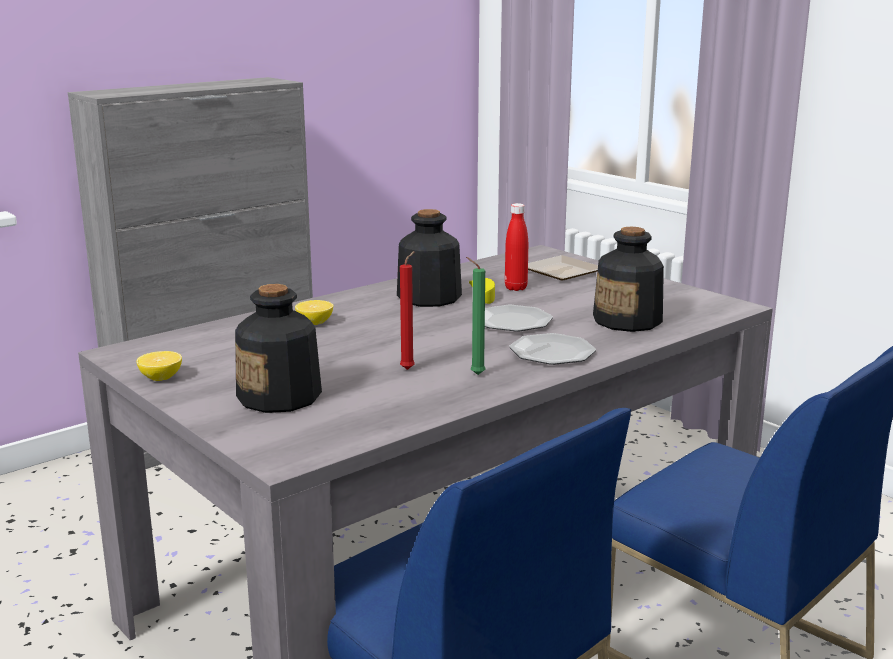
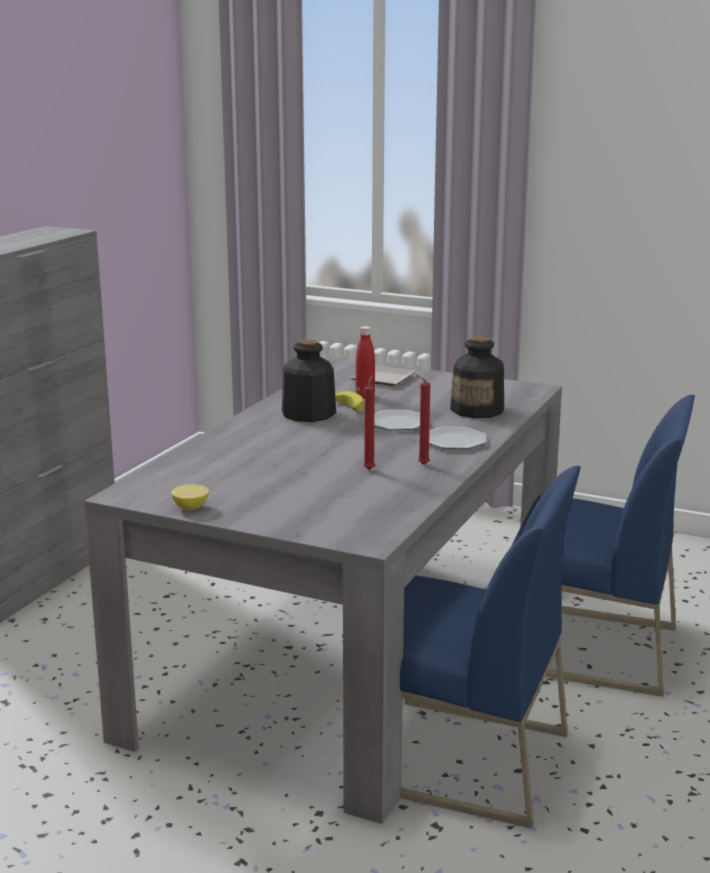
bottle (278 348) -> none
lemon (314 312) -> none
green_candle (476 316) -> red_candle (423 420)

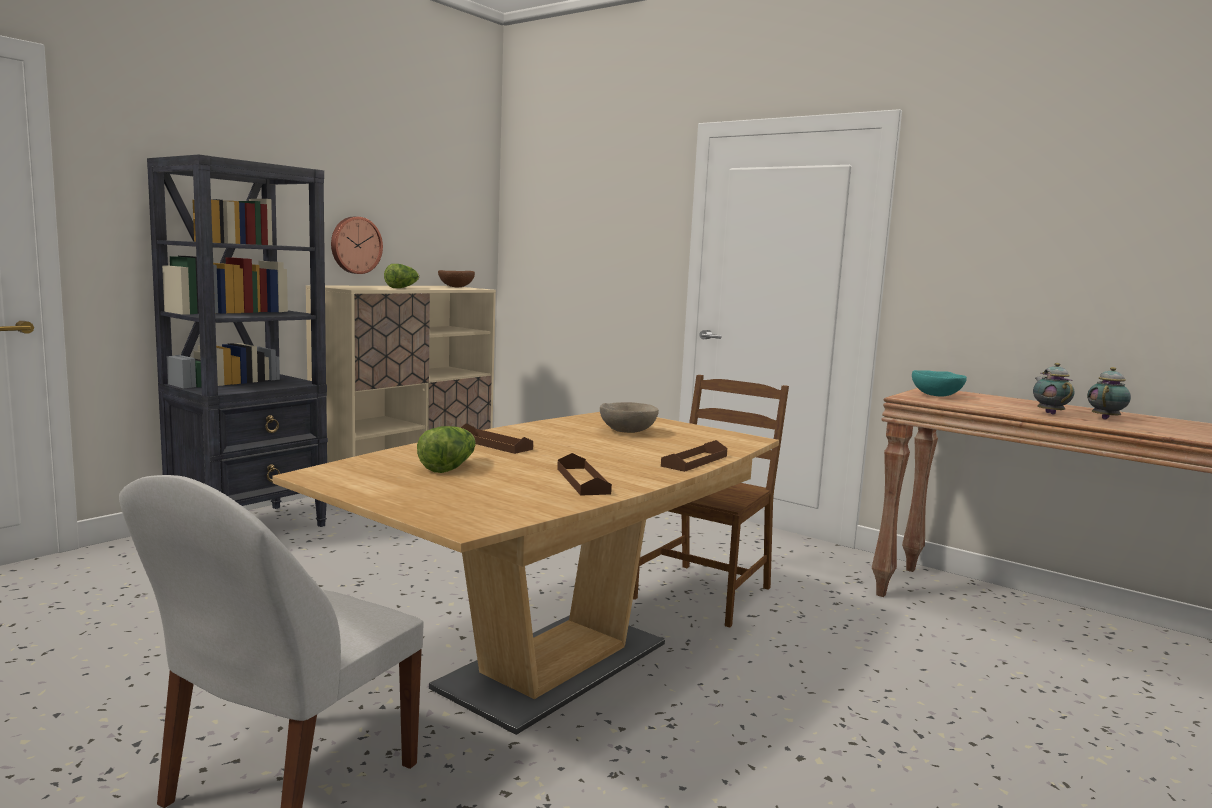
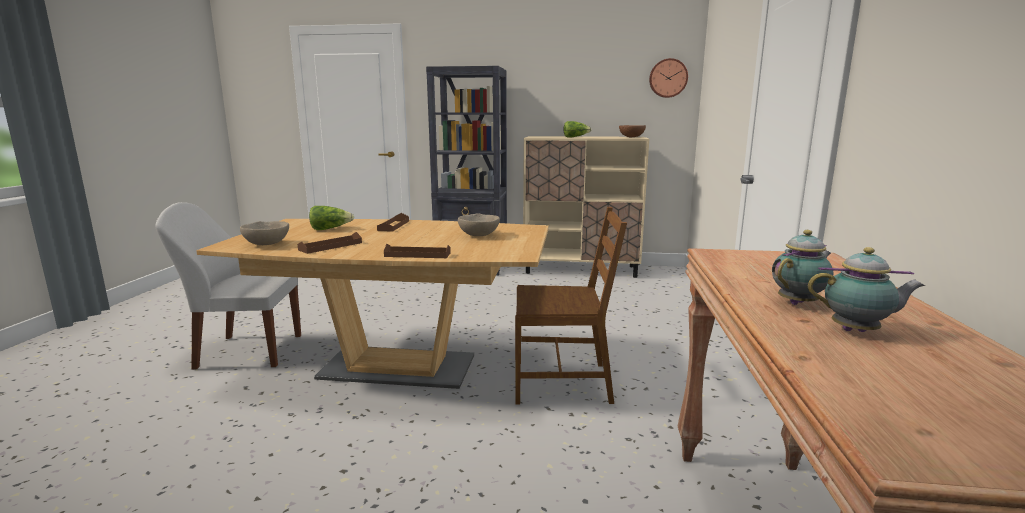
turquoise_bowl (939 383) -> none
none -> beige_bowl (264 233)
wall_clock (357 245) -> wall_clock (668 78), moved

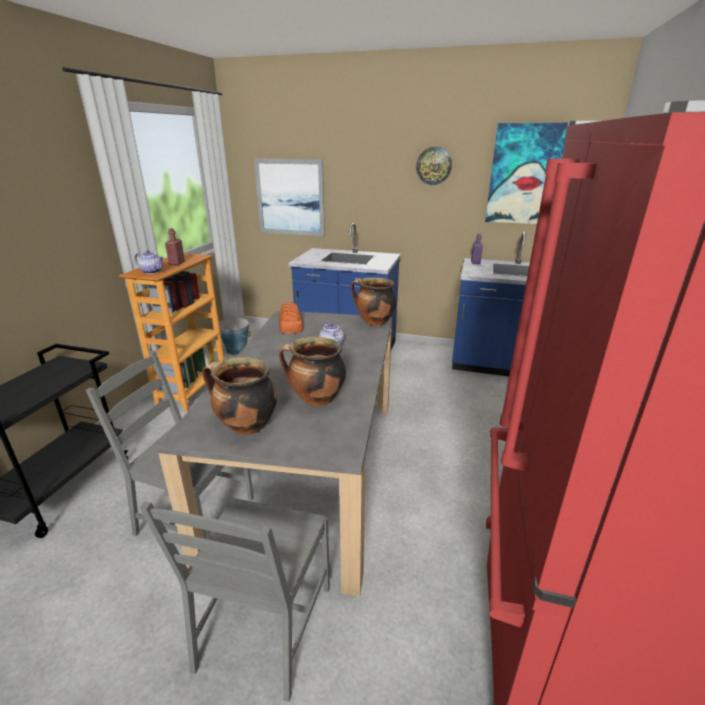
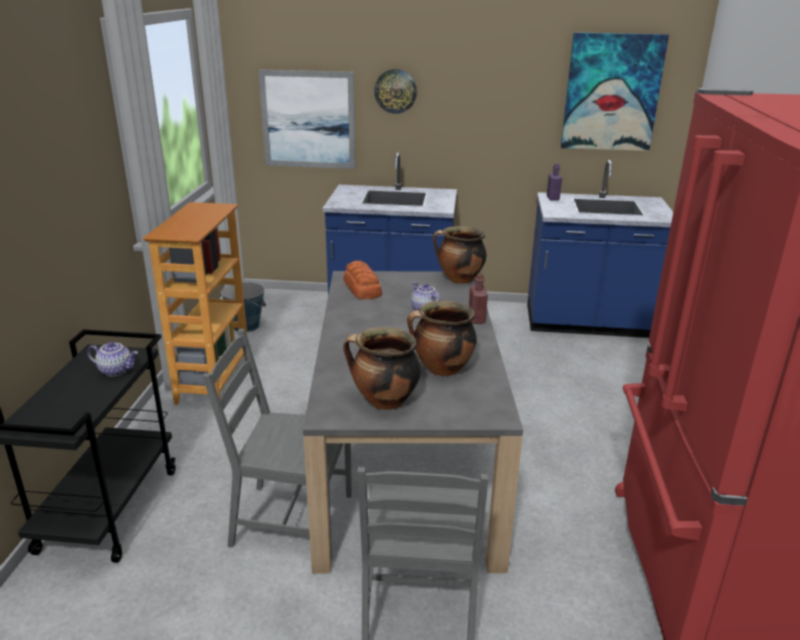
teapot (149 262) -> teapot (112 359), moved
red_bottle (175 246) -> red_bottle (478 298), moved
wall_clock (434 166) -> wall_clock (395 91), moved

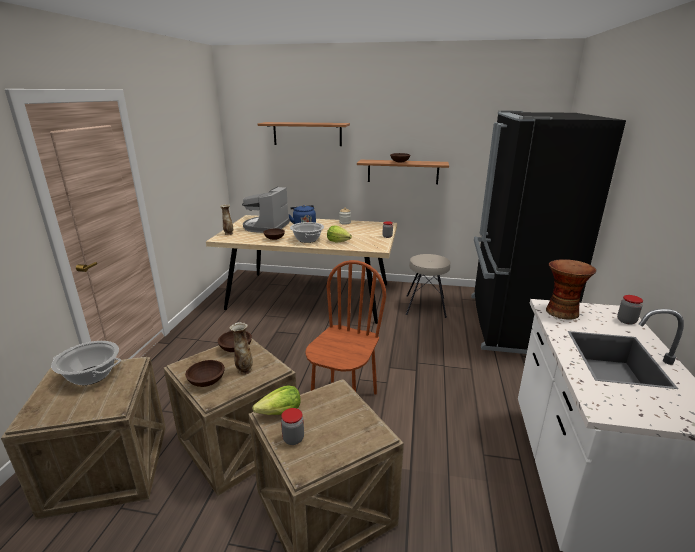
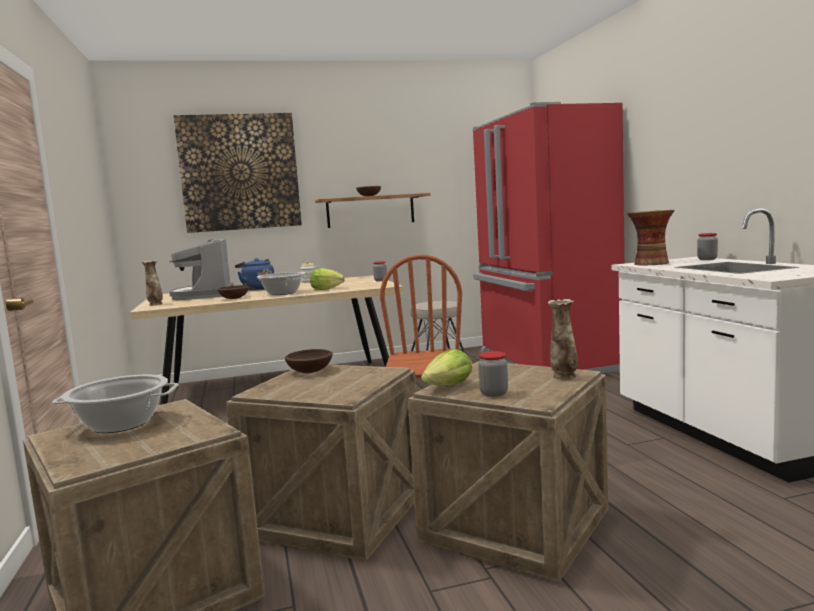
brown_bowl (205 373) -> none
vase (241 348) -> vase (563 339), moved
shelf (303 134) -> picture (237 173)
black_fridge (548 232) -> red_fridge (548 237)

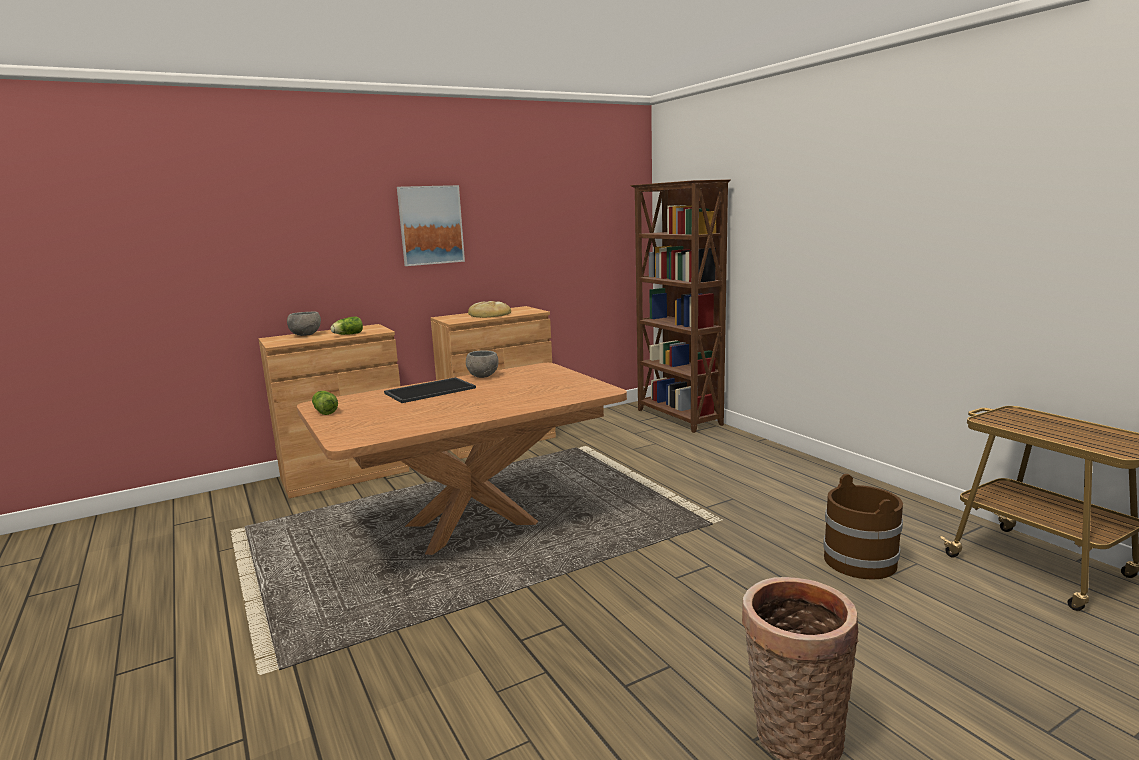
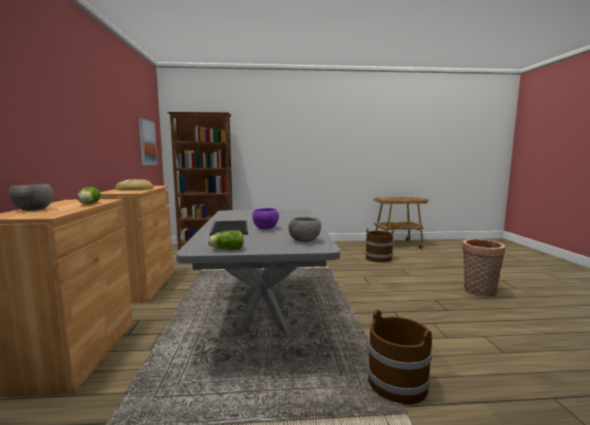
none -> purple_bowl (265 219)
none -> brown_bucket (399 357)
picture (431 225) -> picture (147 141), moved
grey_bowl (482 364) -> grey_bowl (304 229), moved
brown_dining_table (462 459) -> grey_dining_table (258 273)

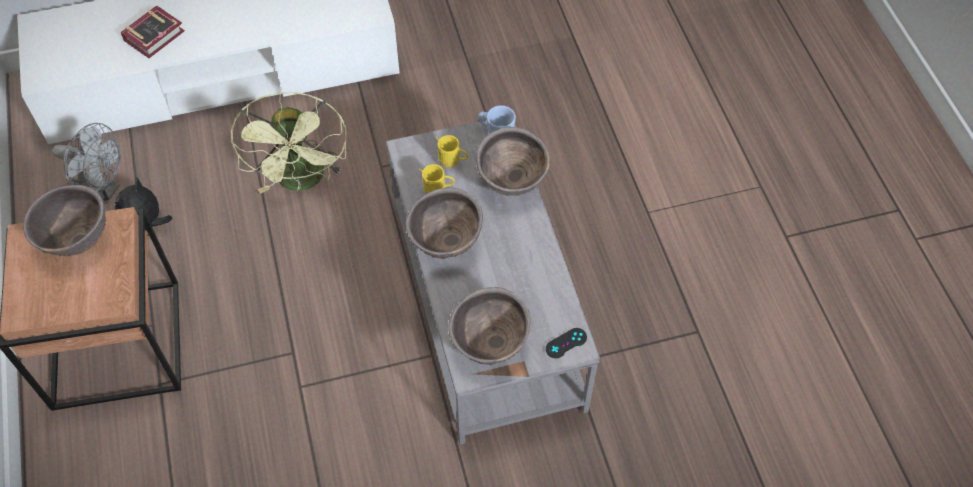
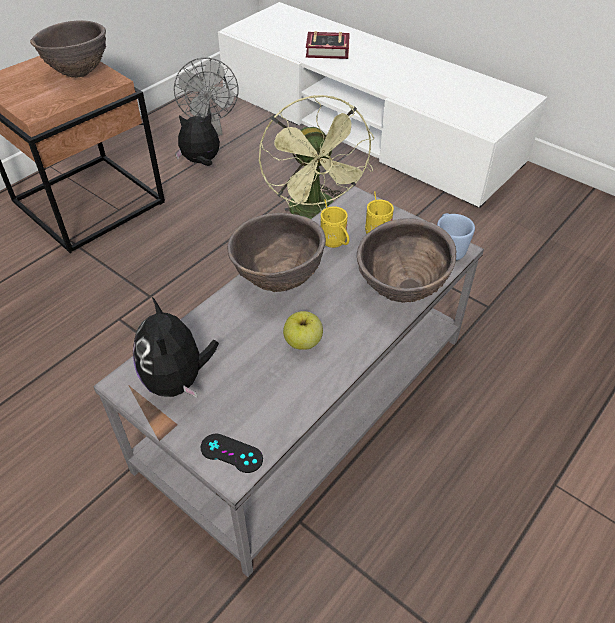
none -> apple (303 330)
brown_bowl (490 326) -> plush_toy (176 347)
green_fan (289 142) -> green_fan (316 157), 60 degrees counterclockwise

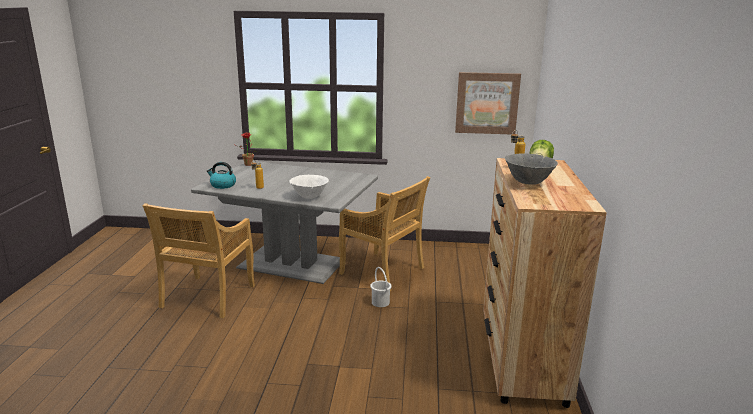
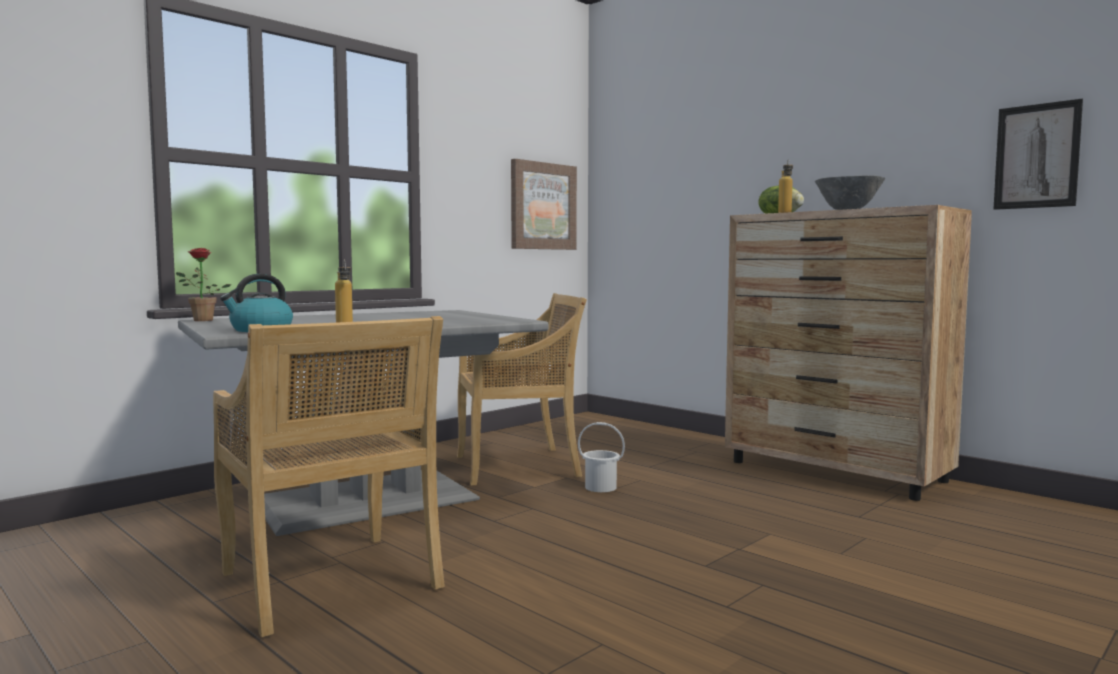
white_bowl (309 187) -> none
none -> picture (1038 154)

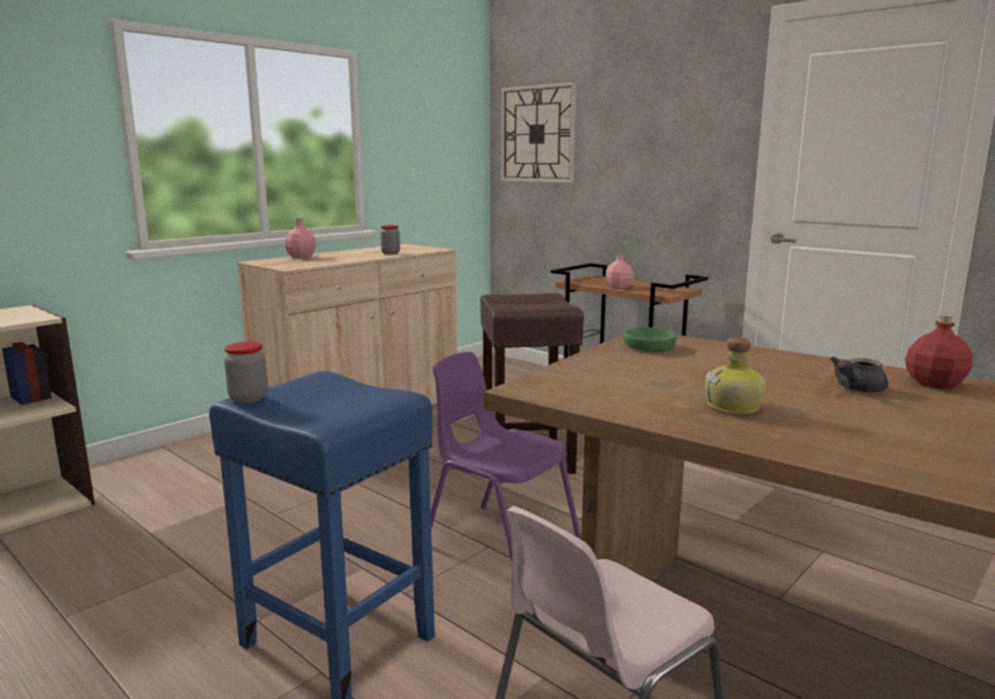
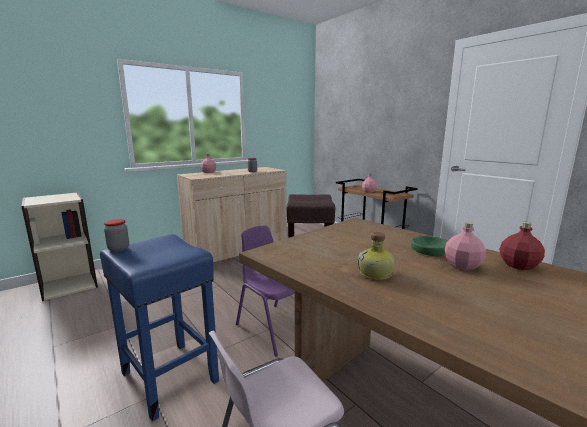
wall_clock (539 132) -> none
green_bowl (650 339) -> green_bowl (429 246), moved
grey_teapot (859 374) -> pink_bottle (465 246)

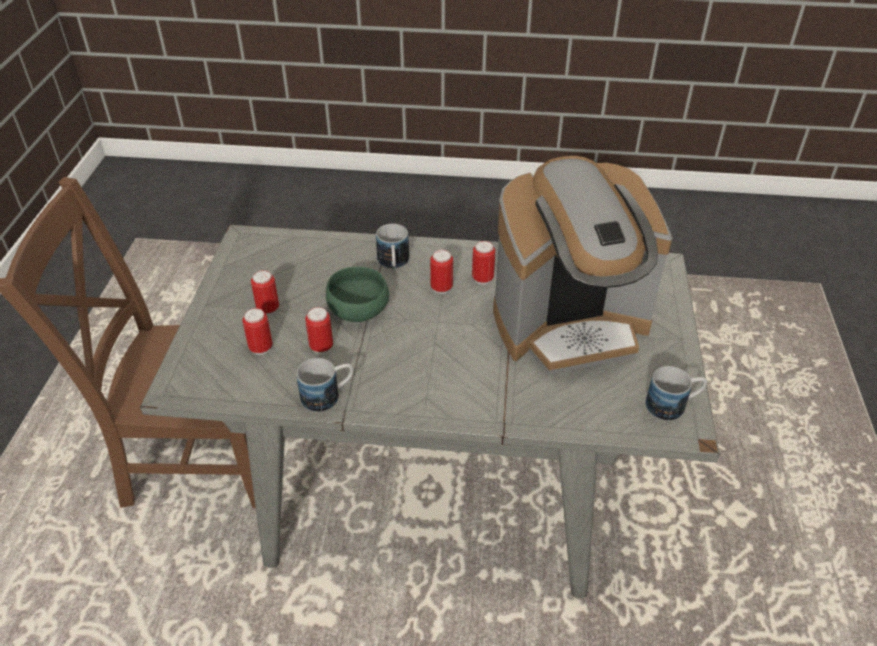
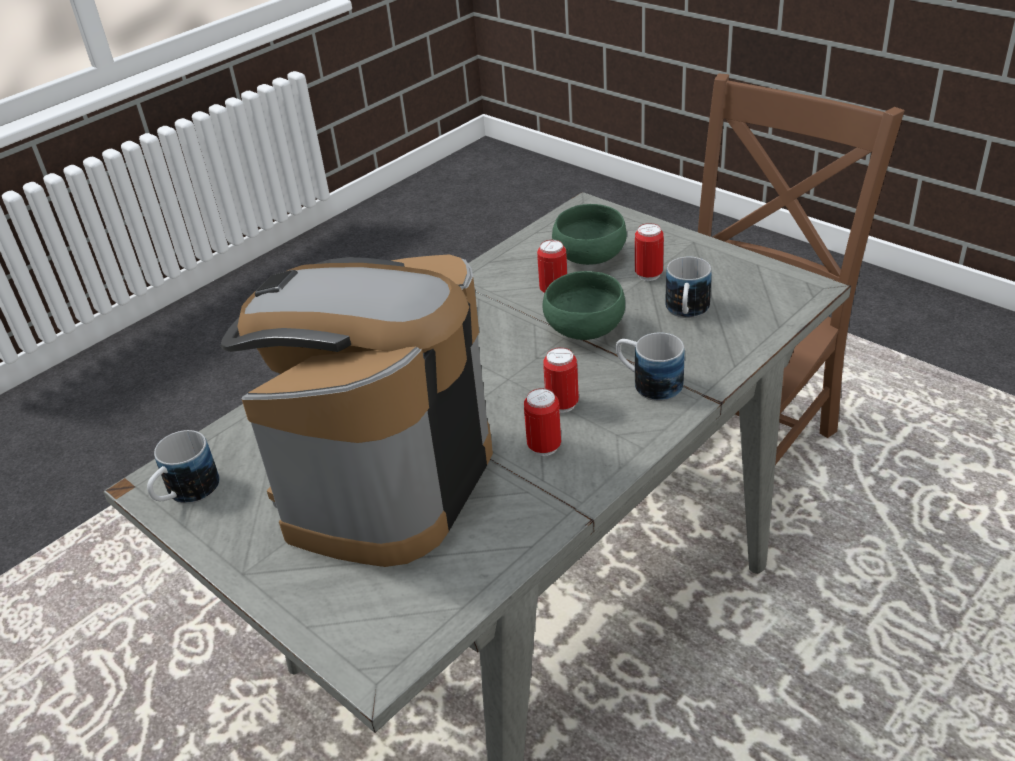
mug (325 385) -> mug (688 287), moved
can (257 331) -> green_bowl (589 234)

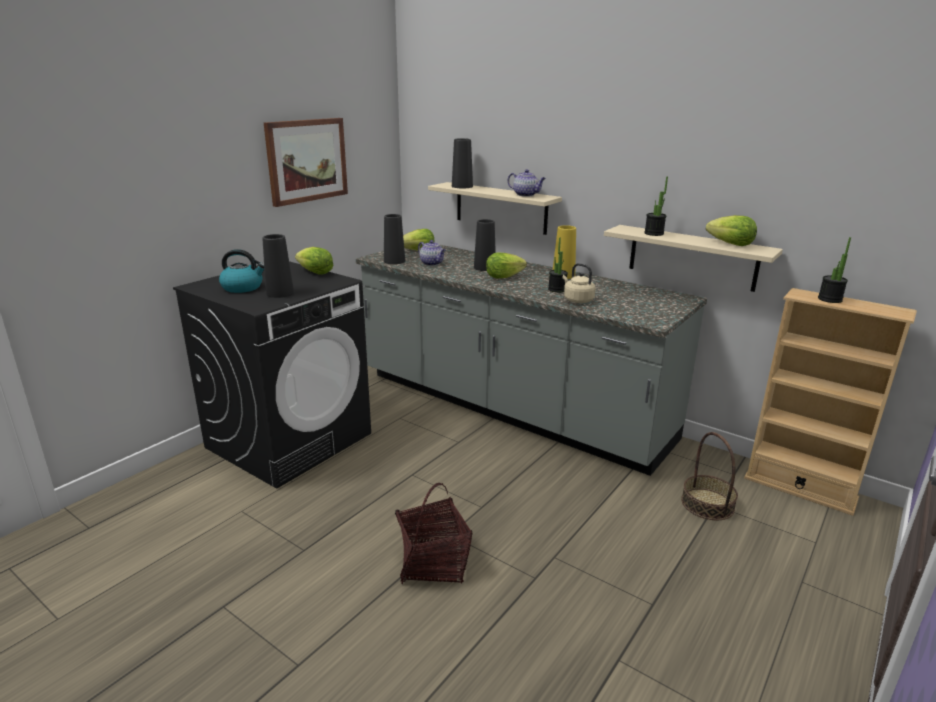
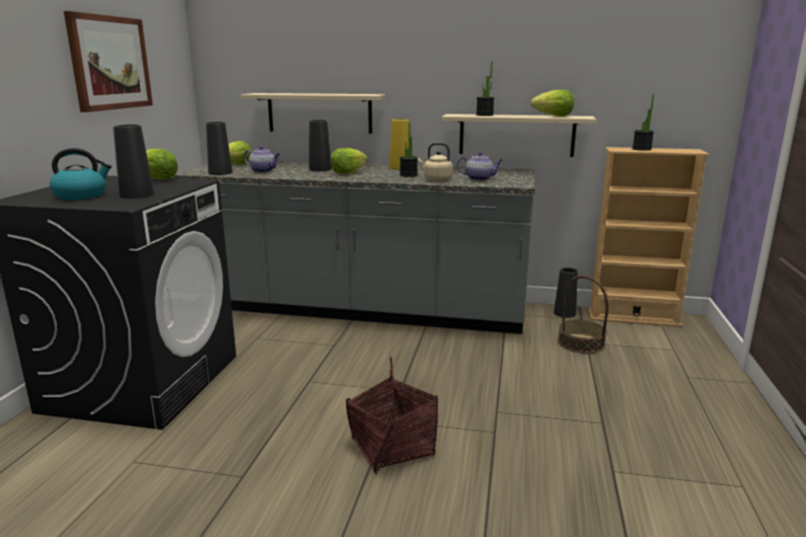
black_vase (462 163) -> black_vase (566 293), moved
teapot (527 183) -> teapot (480 166), moved

